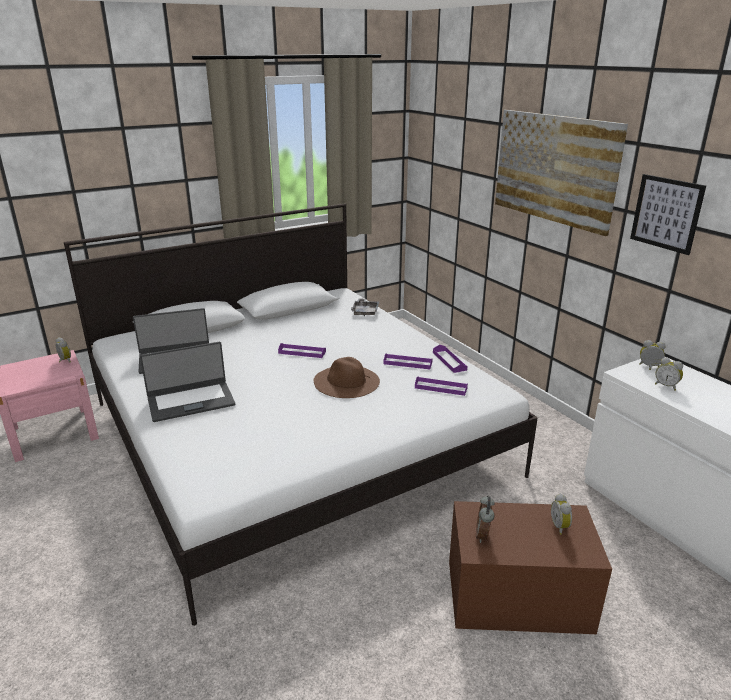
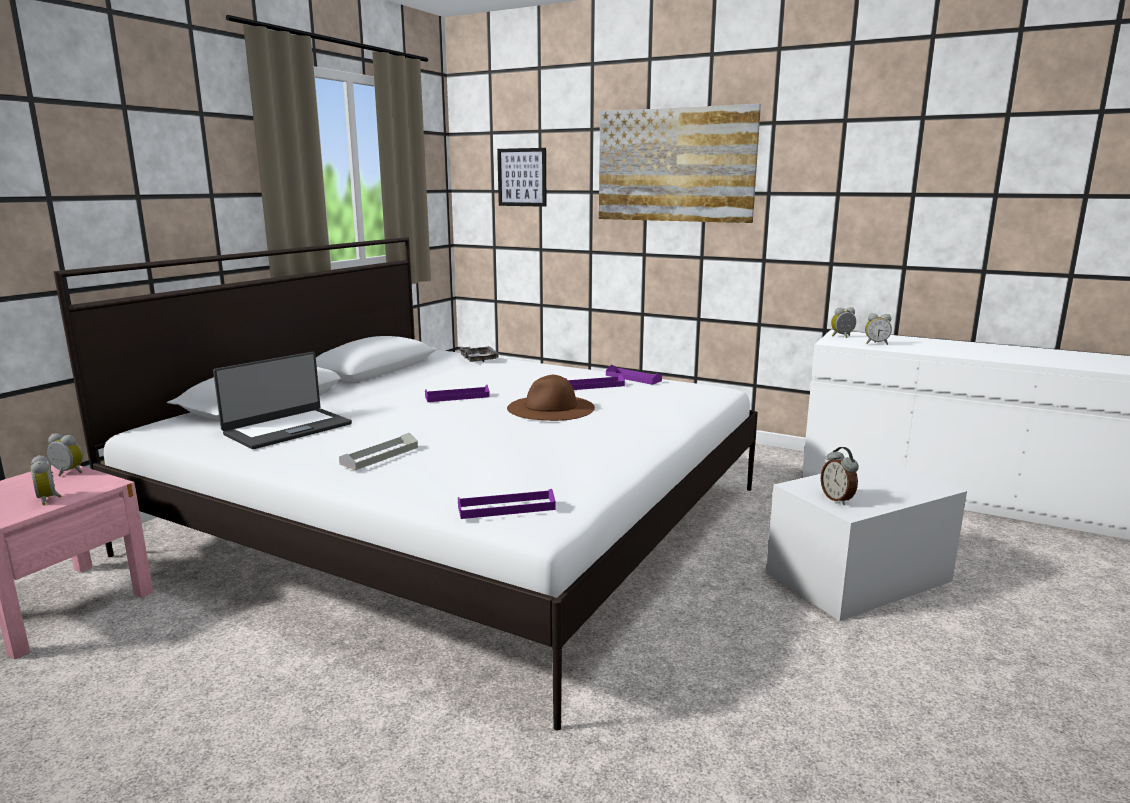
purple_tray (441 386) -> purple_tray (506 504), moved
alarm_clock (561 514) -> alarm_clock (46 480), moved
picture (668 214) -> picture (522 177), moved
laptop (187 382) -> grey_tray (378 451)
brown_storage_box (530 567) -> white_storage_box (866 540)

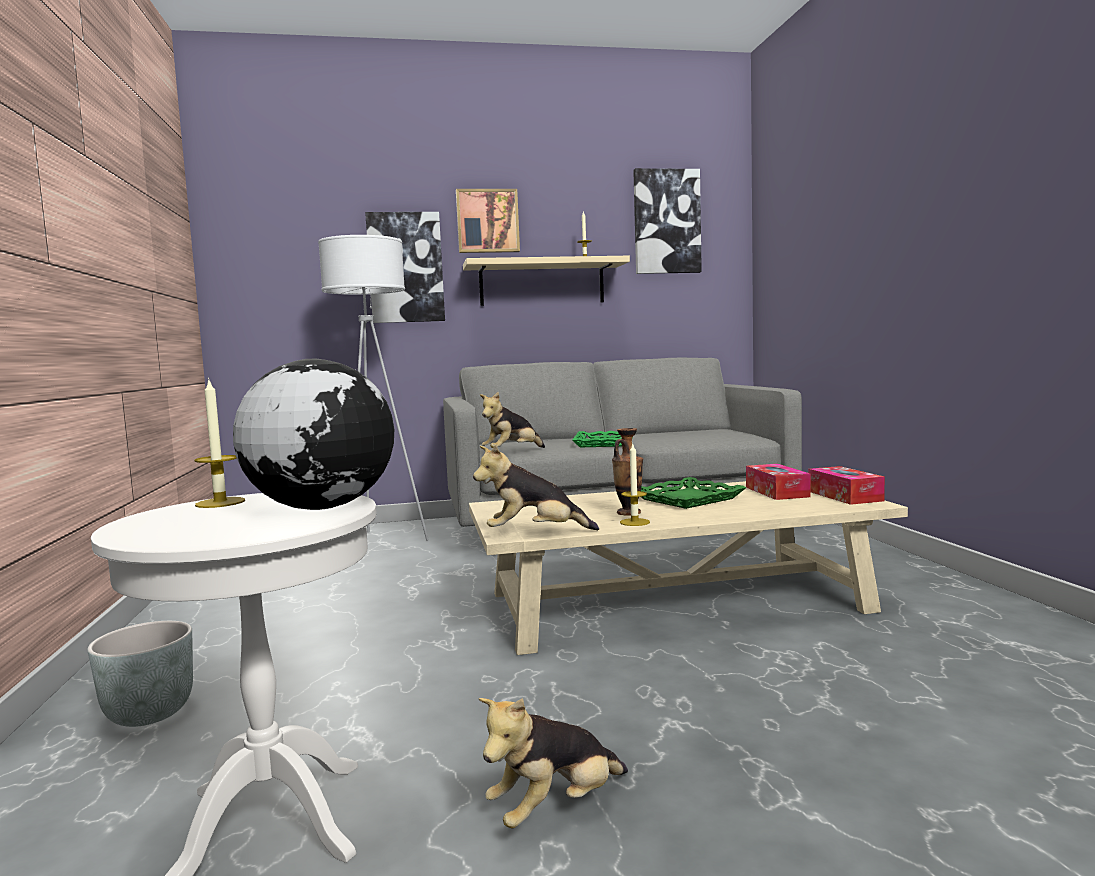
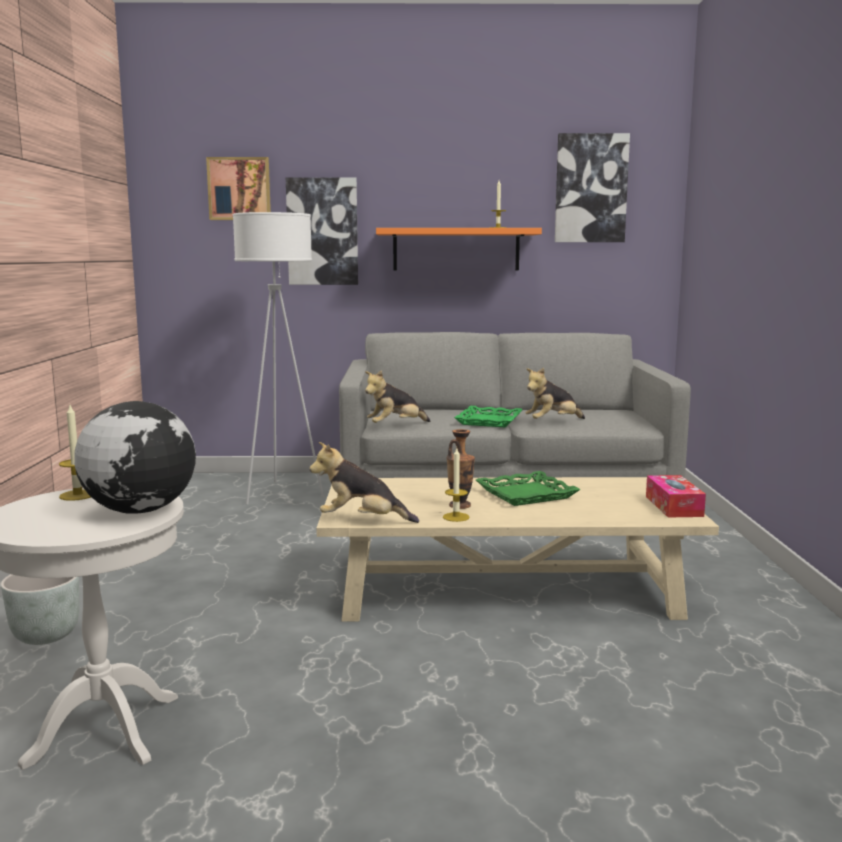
tissue_box (778 482) -> none
picture (488 221) -> picture (238 188), moved
plush_toy (553 763) -> plush_toy (555 393), moved
beige_shelf (546 281) -> orange_shelf (459 249)

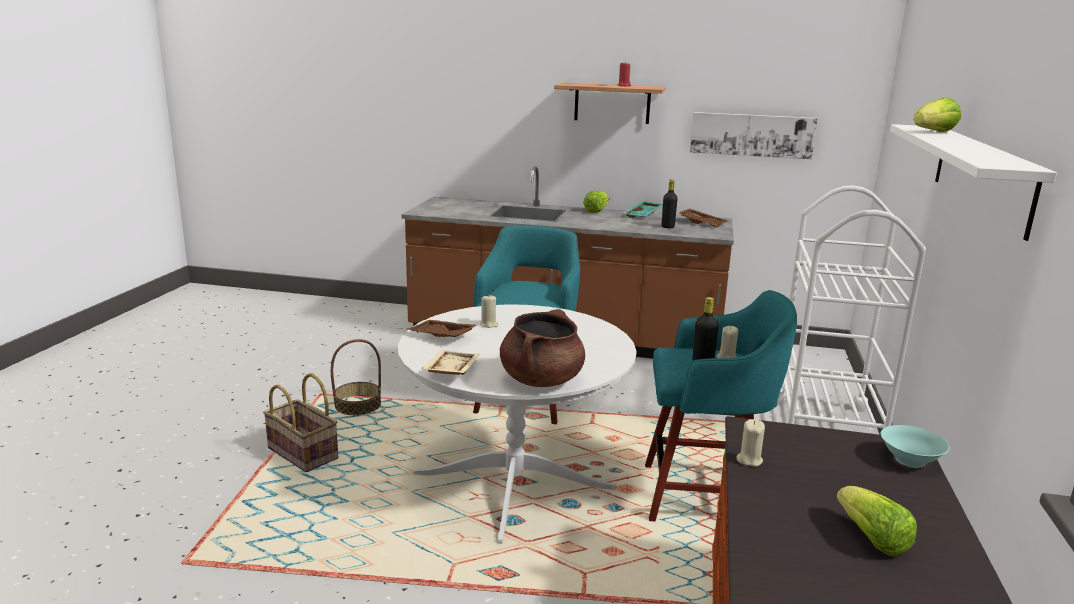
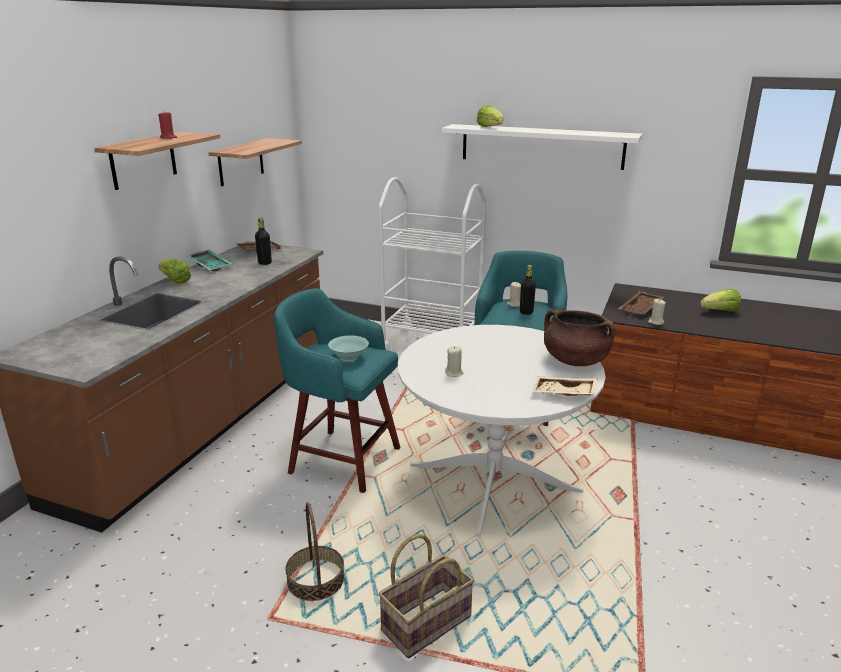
brown_tray (442 328) -> brown_tray (641 303), moved
turquoise_bowl (915 446) -> turquoise_bowl (348 348), moved
picture (754 135) -> shelf (255 162)

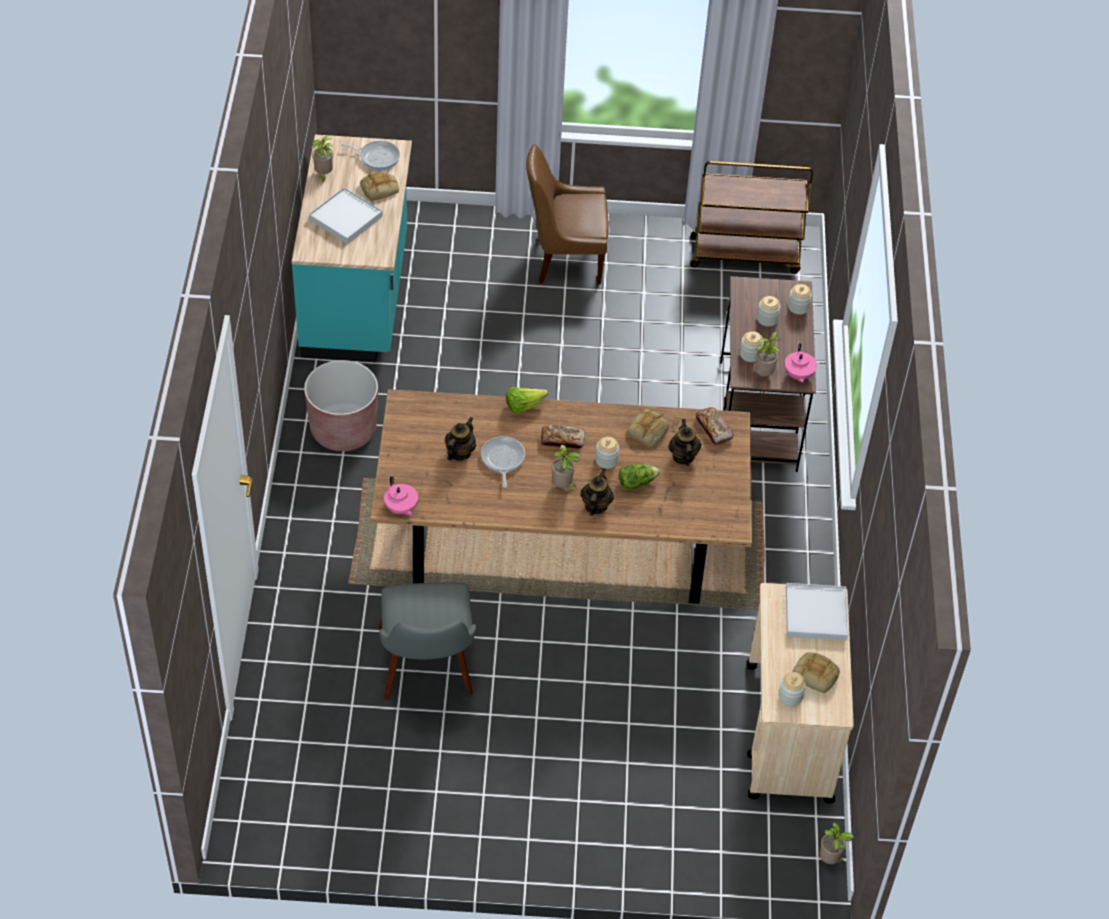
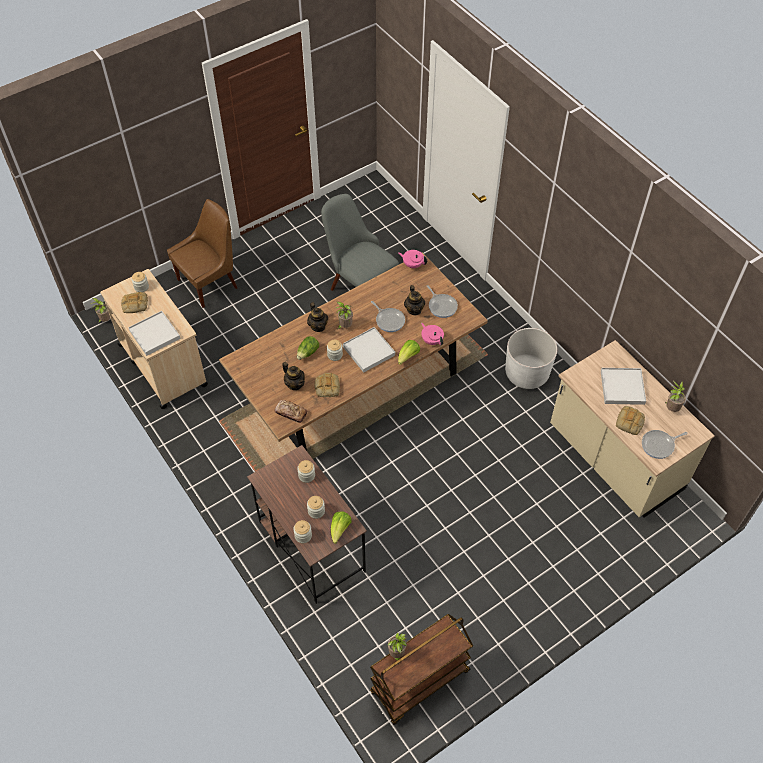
none -> lettuce (341 528)
none -> frying_pan (442 301)
brown_chair (567 214) -> brown_chair (202 253), moved
potted_plant (767 354) -> potted_plant (397 649), moved
pink_teapot (801 363) -> pink_teapot (432 334), moved
bread (563 437) -> white_tray (369 350)
turquoise_counter (352 248) -> beige_counter (632 429)
brown_planter (341 405) -> white_planter (531 358)

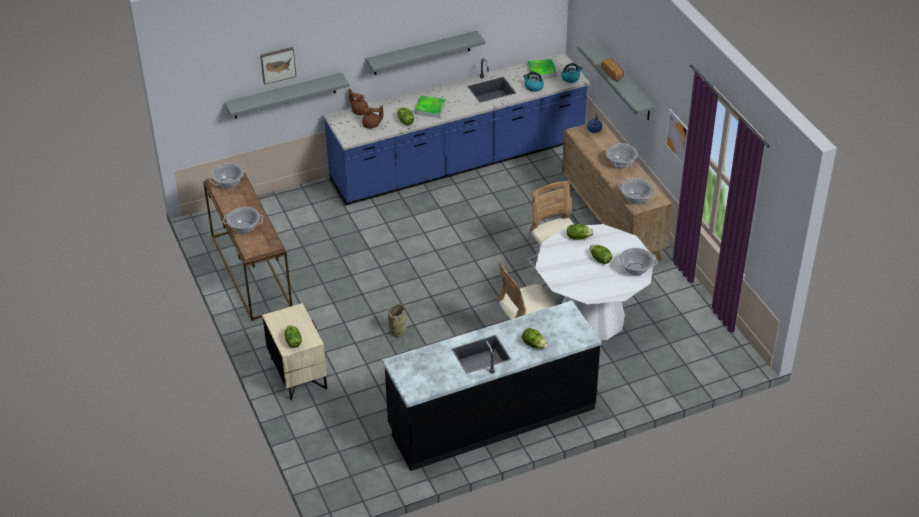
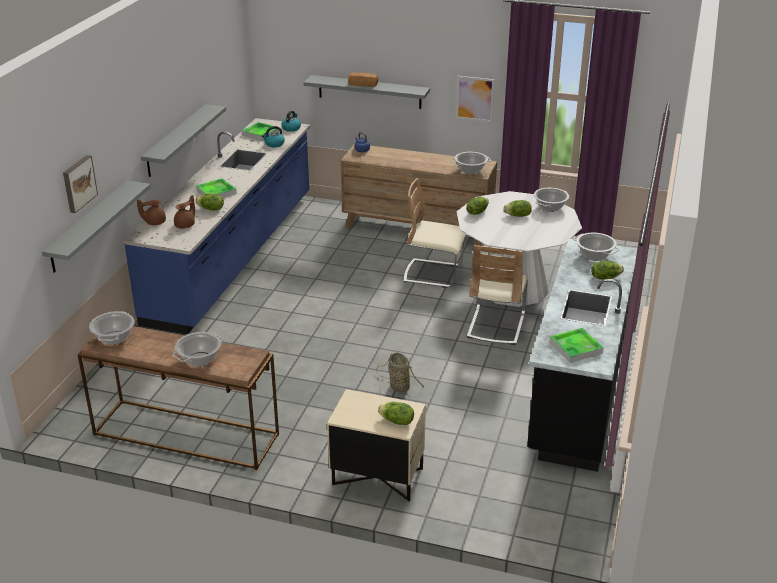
none -> tray (577 345)
cooking_pot (622 156) -> cooking_pot (596 247), moved

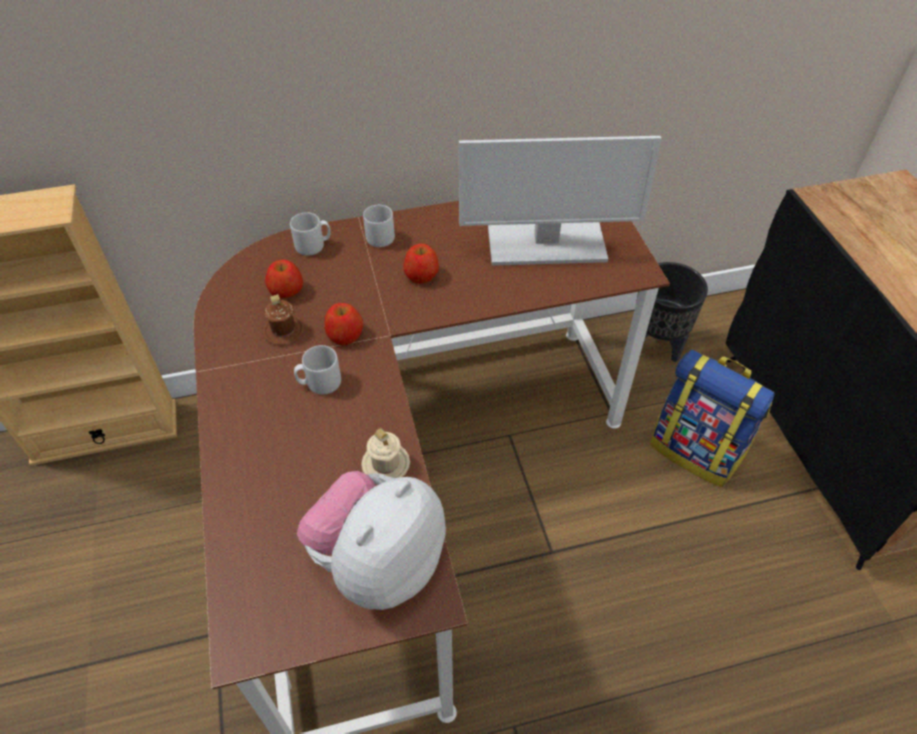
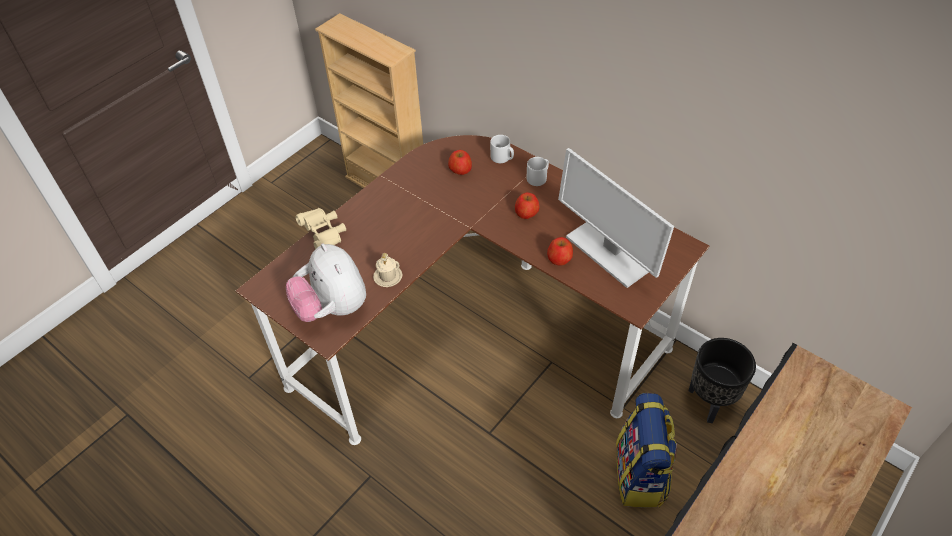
brown_mug (283 319) -> none
grey_mug (317 369) -> none
none -> beige_binoculars (320 228)
apple (343 324) -> apple (560 251), moved
plush_toy (371 540) -> plush_toy (326 282), 120 degrees counterclockwise

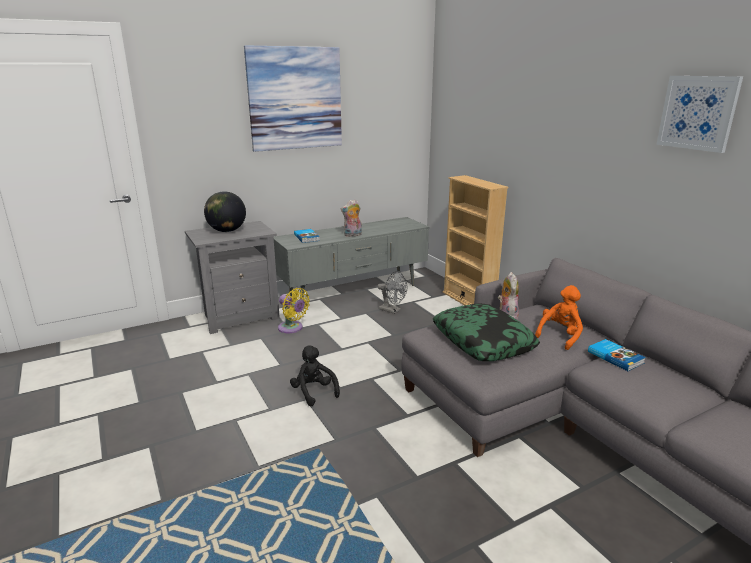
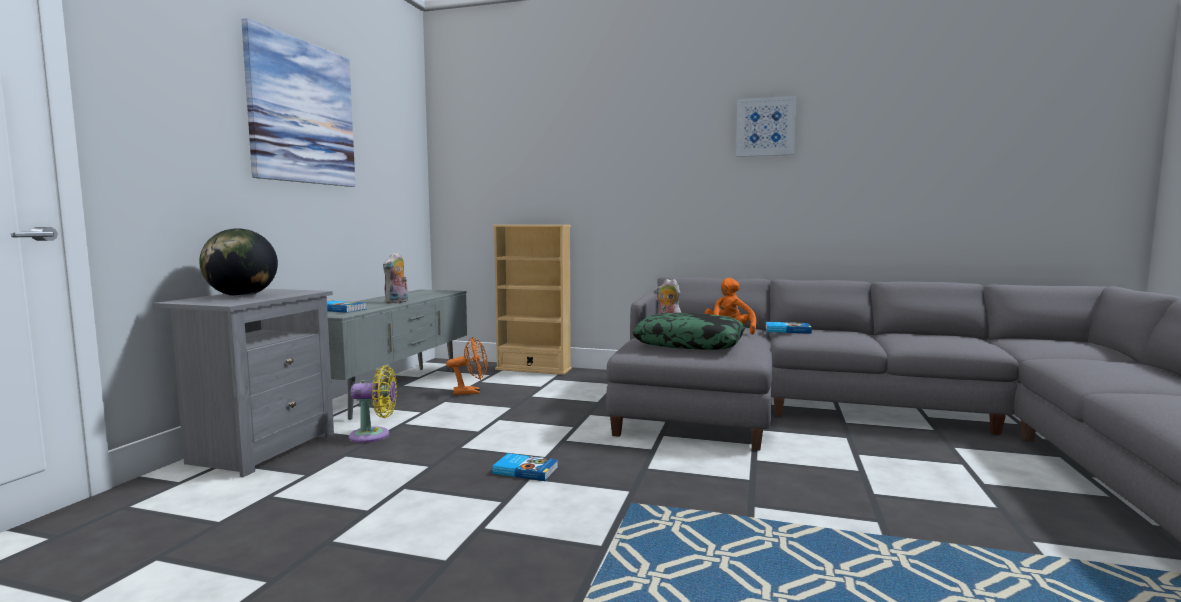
black_plush_toy (315 375) -> book (525 467)
grey_fan (392 292) -> orange_fan (467 366)

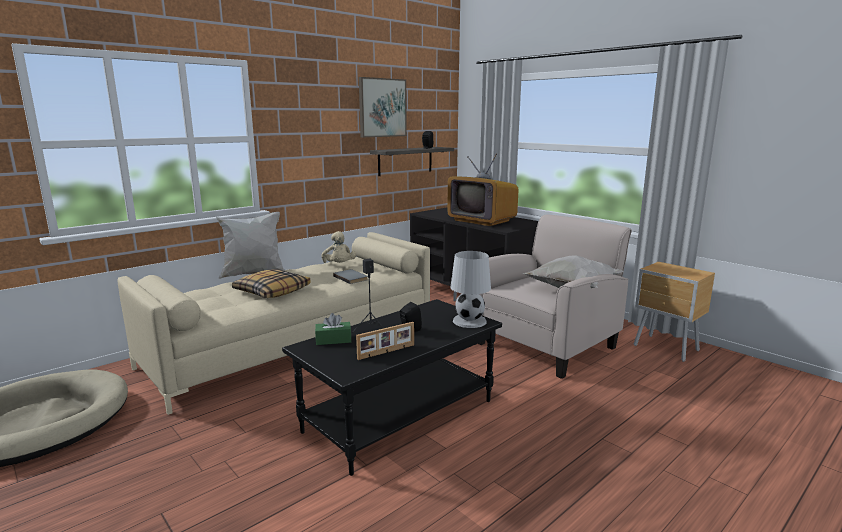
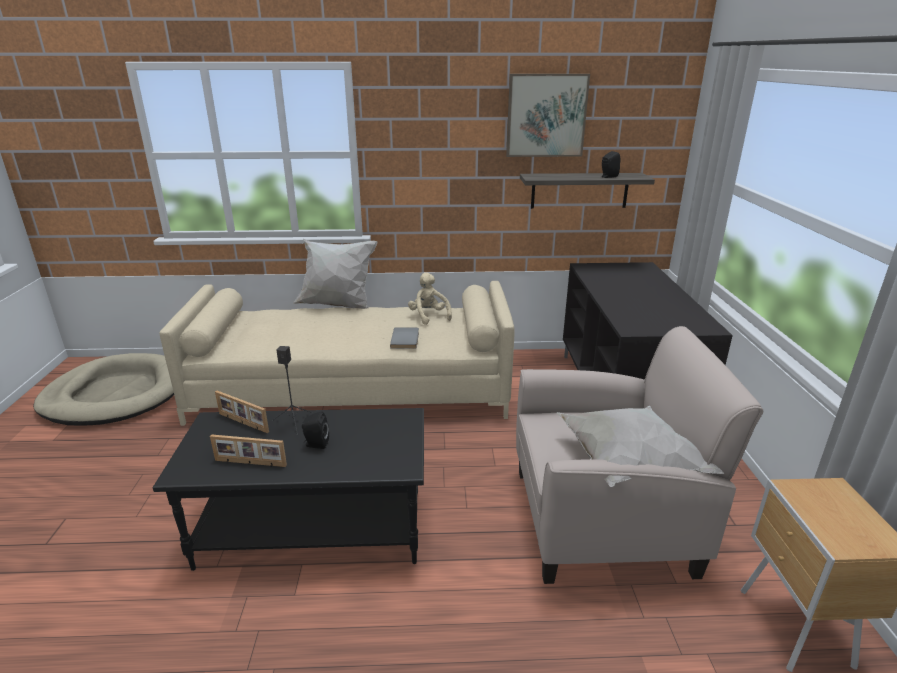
pillow (271 283) -> none
television (483 190) -> none
white_table_lamp (470 289) -> none
green_tissue_box (333 329) -> picture_frame (242 412)
beige_plush_toy (338 247) -> beige_plush_toy (430 299), 135 degrees clockwise

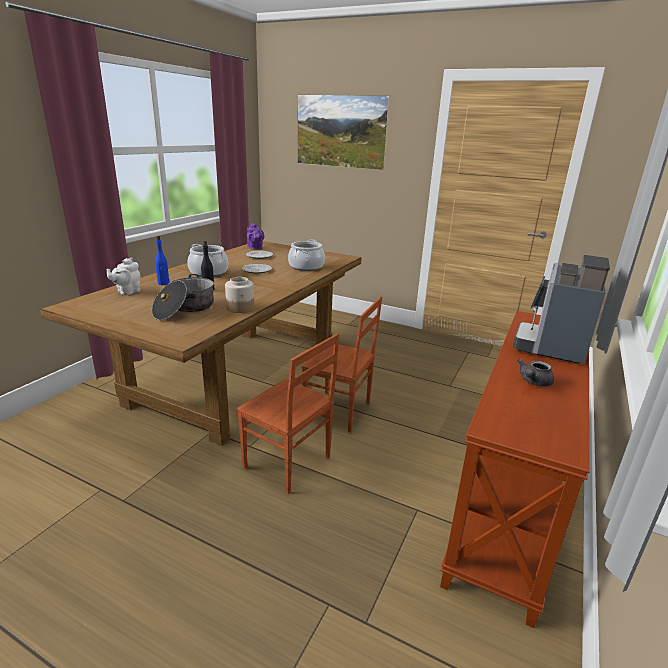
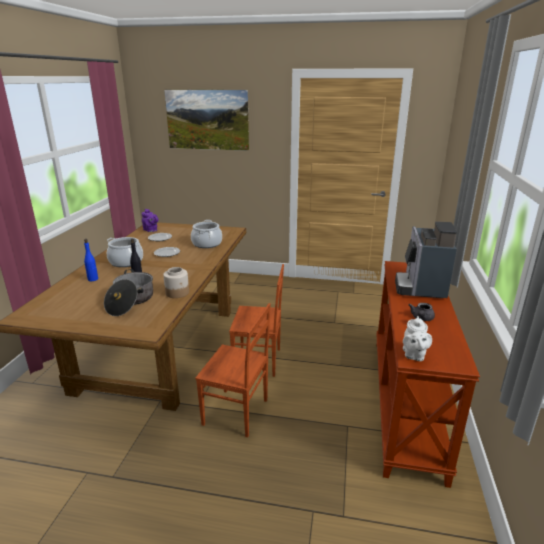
white_teapot (123 276) -> white_teapot (417 338), moved

